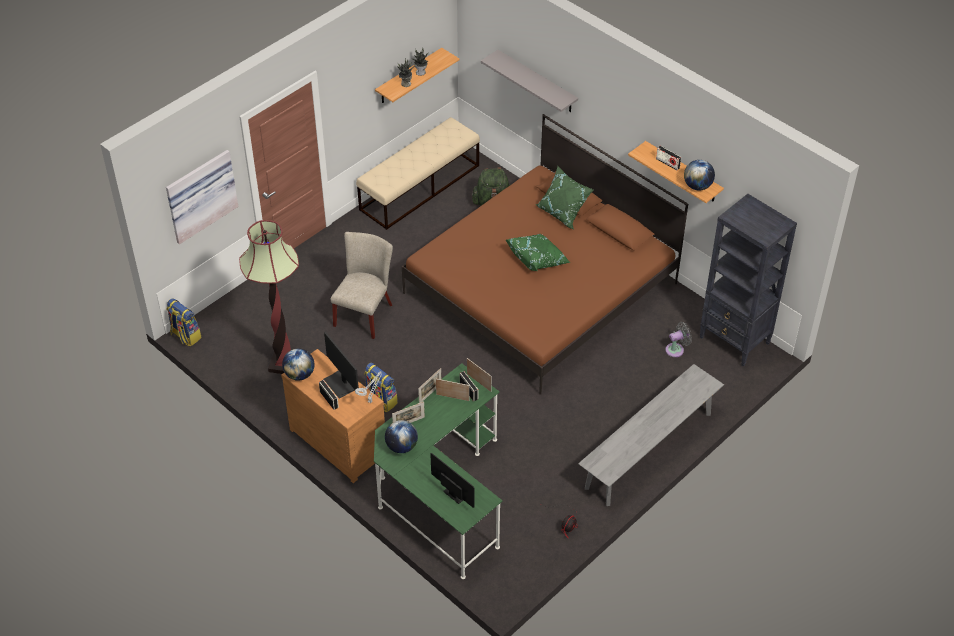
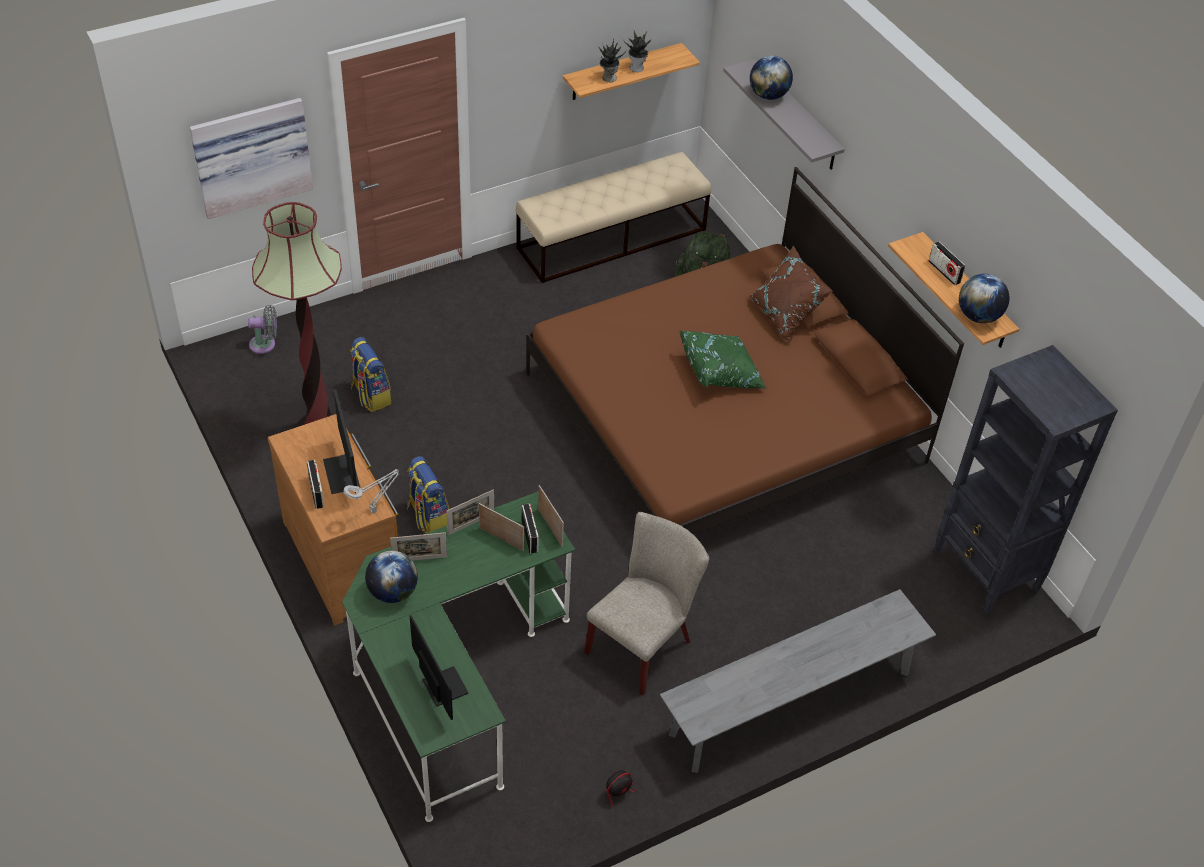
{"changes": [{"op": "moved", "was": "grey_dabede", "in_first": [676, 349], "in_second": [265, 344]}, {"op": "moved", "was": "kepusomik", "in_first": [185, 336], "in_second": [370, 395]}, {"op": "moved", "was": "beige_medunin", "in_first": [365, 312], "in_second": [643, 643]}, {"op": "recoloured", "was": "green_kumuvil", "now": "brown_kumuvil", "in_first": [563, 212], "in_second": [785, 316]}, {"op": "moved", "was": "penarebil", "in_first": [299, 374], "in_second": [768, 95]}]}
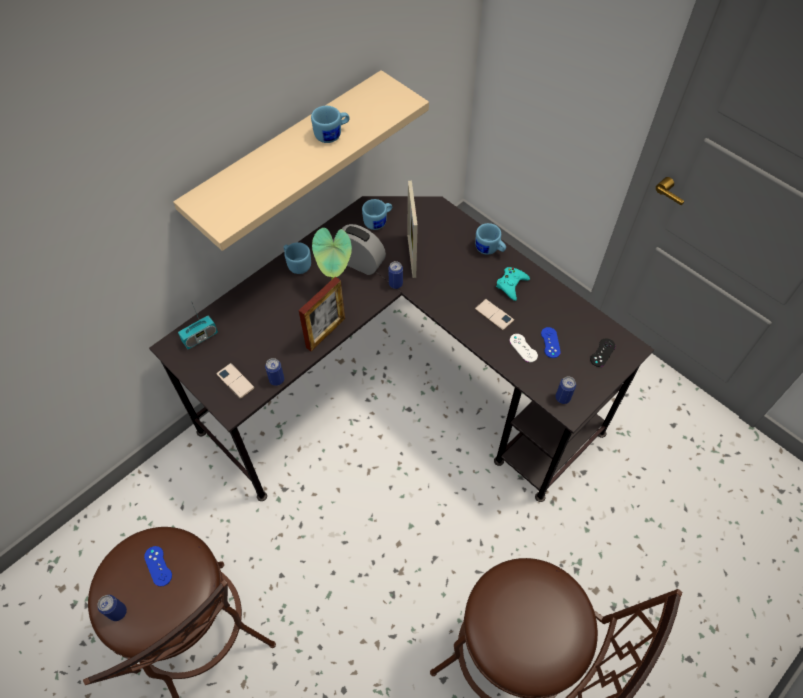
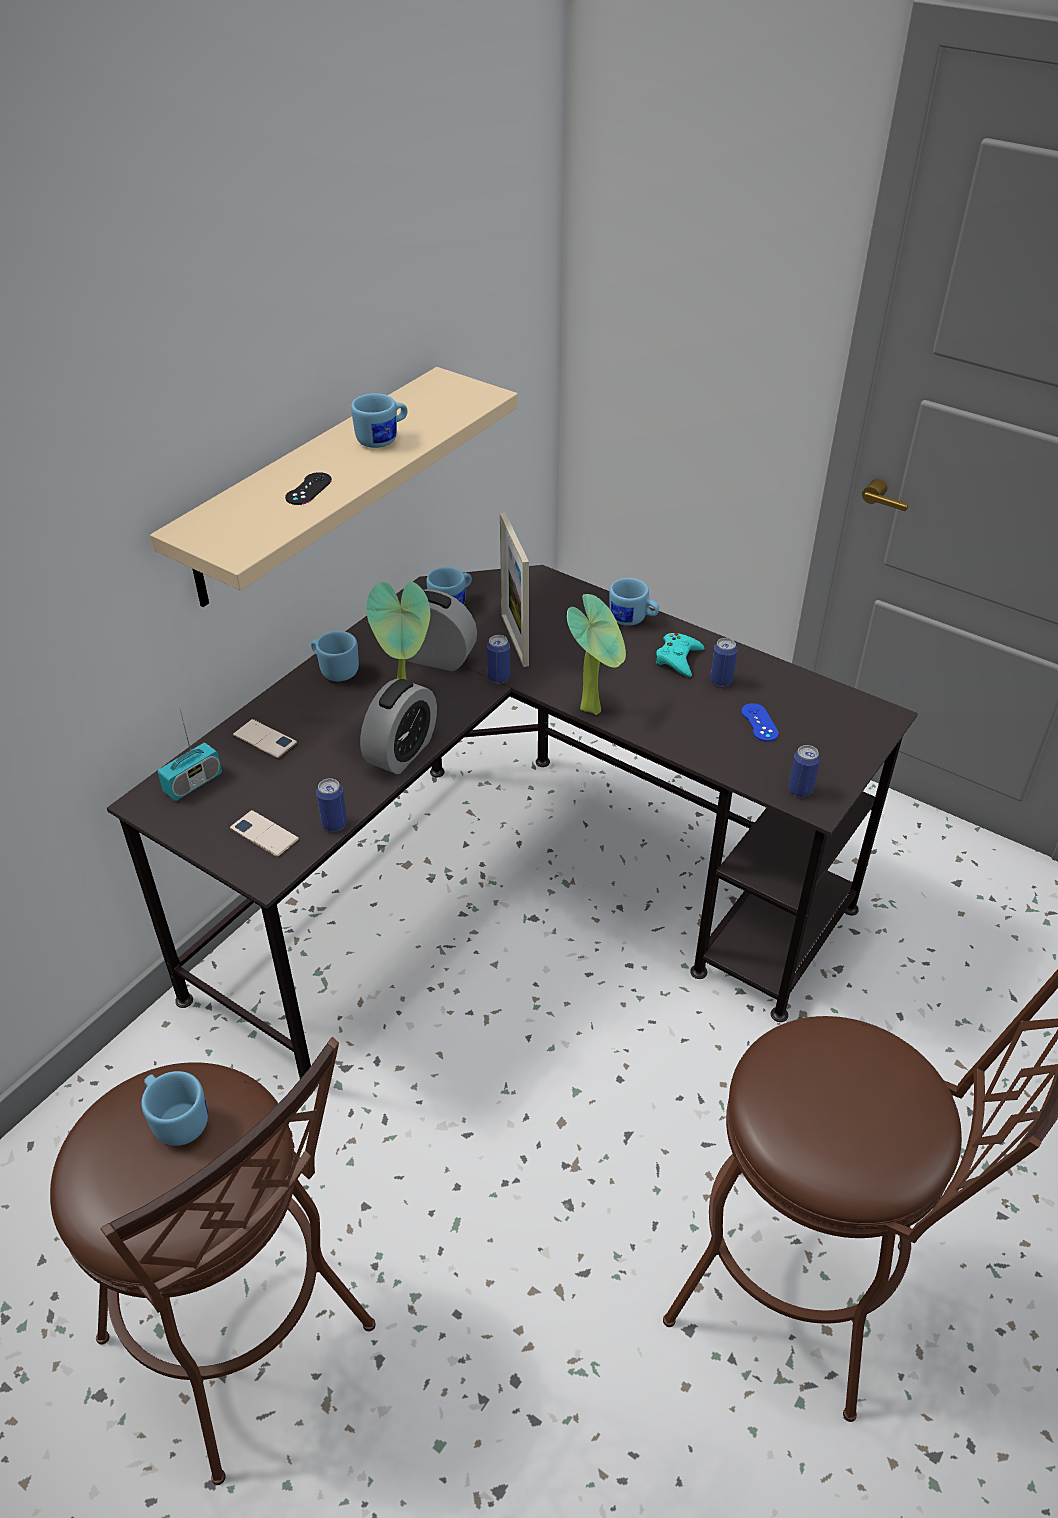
{"changes": [{"op": "replaced", "was": "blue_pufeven", "now": "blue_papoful", "in_first": [158, 566], "in_second": [177, 1118]}, {"op": "moved", "was": "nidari", "in_first": [494, 314], "in_second": [265, 739]}, {"op": "moved", "was": "black_pufeven", "in_first": [602, 352], "in_second": [308, 489]}, {"op": "replaced", "was": "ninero", "now": "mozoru", "in_first": [325, 333], "in_second": [401, 752]}, {"op": "added", "now": "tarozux", "in_second": [595, 708]}, {"op": "moved", "was": "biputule", "in_first": [118, 612], "in_second": [721, 680]}, {"op": "removed", "was": "white_pufeven", "in_first": [523, 348]}]}
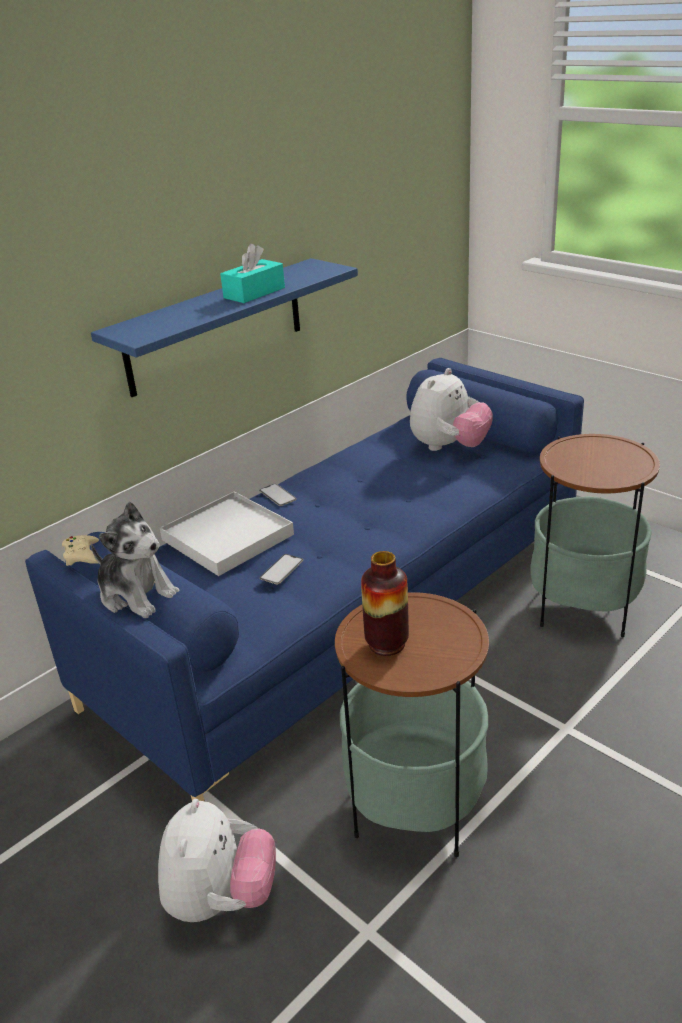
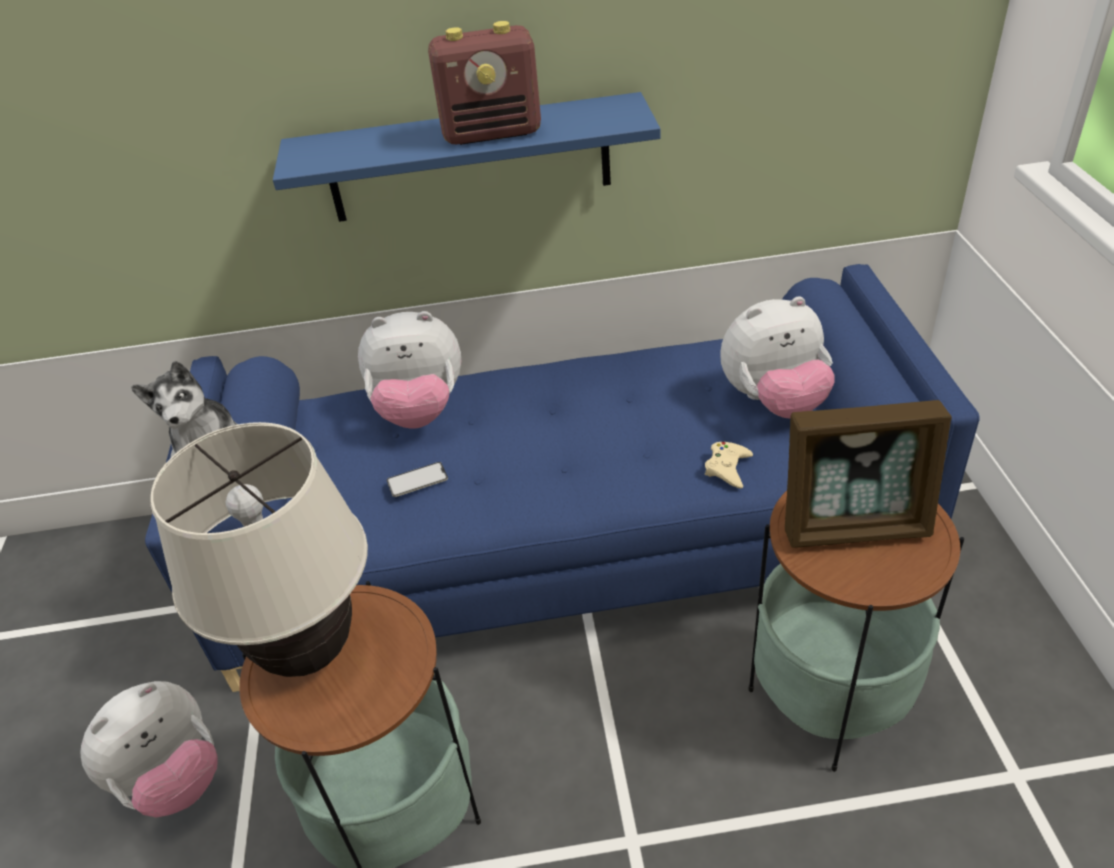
{"changes": [{"op": "replaced", "was": "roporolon", "now": "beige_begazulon", "in_first": [387, 644], "in_second": [310, 653]}, {"op": "replaced", "was": "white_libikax", "now": "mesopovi", "in_first": [227, 537], "in_second": [419, 411]}, {"op": "replaced", "was": "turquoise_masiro", "now": "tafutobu", "in_first": [254, 293], "in_second": [493, 133]}, {"op": "moved", "was": "beige_pufeven", "in_first": [83, 555], "in_second": [727, 468]}, {"op": "added", "now": "ninero", "in_second": [854, 526]}, {"op": "removed", "was": "nidari", "in_first": [277, 495]}]}
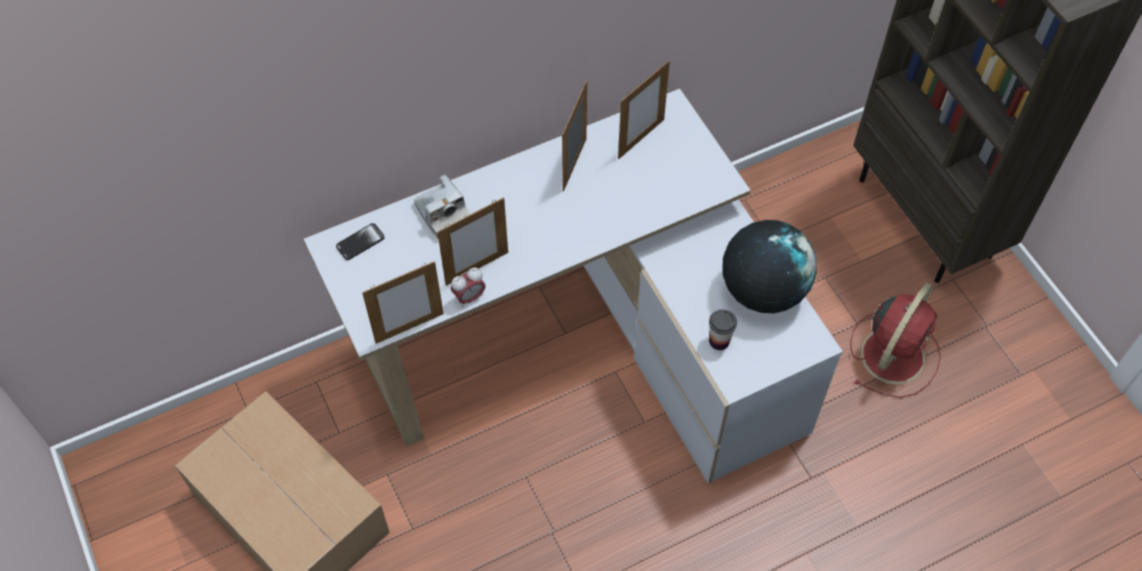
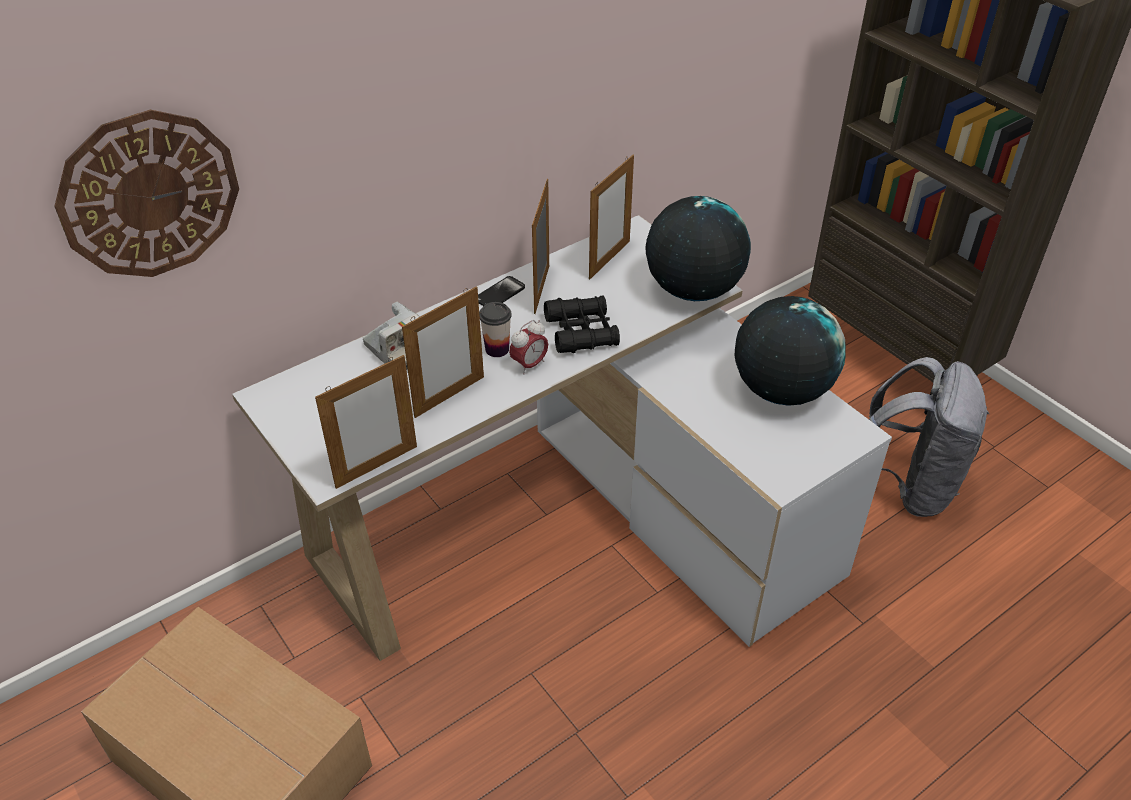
{"changes": [{"op": "added", "now": "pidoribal", "in_second": [149, 195]}, {"op": "moved", "was": "nidari", "in_first": [360, 242], "in_second": [500, 294]}, {"op": "moved", "was": "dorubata", "in_first": [719, 341], "in_second": [497, 349]}, {"op": "moved", "was": "mozoru", "in_first": [469, 297], "in_second": [529, 365]}, {"op": "added", "now": "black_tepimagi", "in_second": [581, 332]}, {"op": "added", "now": "penarebil", "in_second": [692, 290]}, {"op": "replaced", "was": "red_dabede", "now": "grey_kepusomik", "in_first": [894, 353], "in_second": [908, 485]}]}
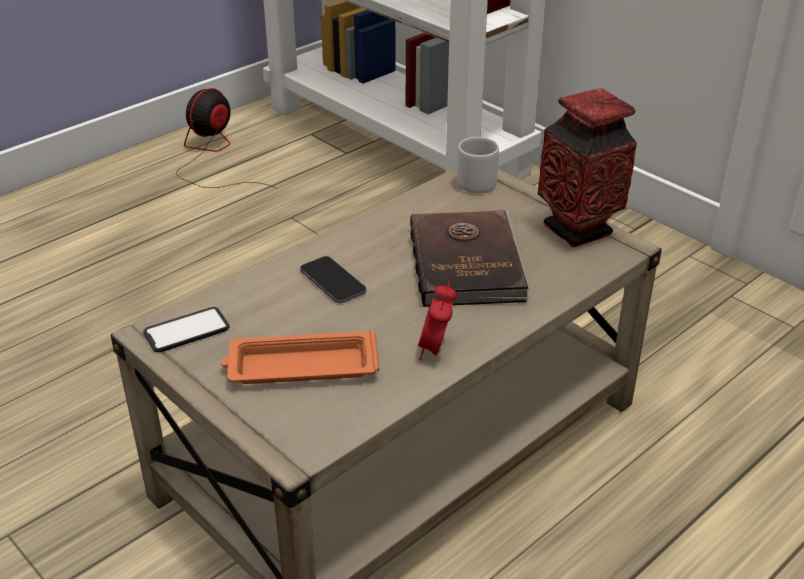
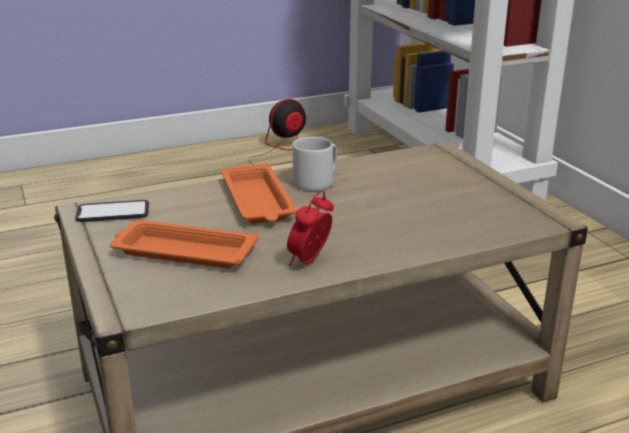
{"changes": [{"op": "replaced", "was": "nidari", "now": "orange_libikax", "in_first": [333, 282], "in_second": [258, 201]}, {"op": "moved", "was": "grey_papoful", "in_first": [479, 181], "in_second": [316, 182]}, {"op": "removed", "was": "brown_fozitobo", "in_first": [468, 262]}, {"op": "removed", "was": "roporolon", "in_first": [578, 230]}]}
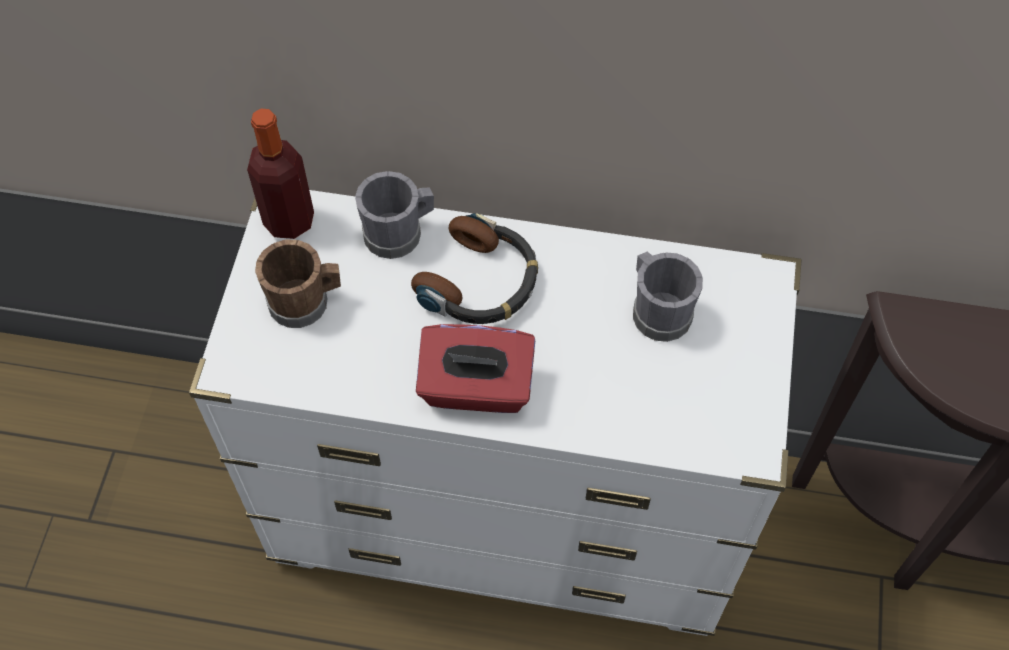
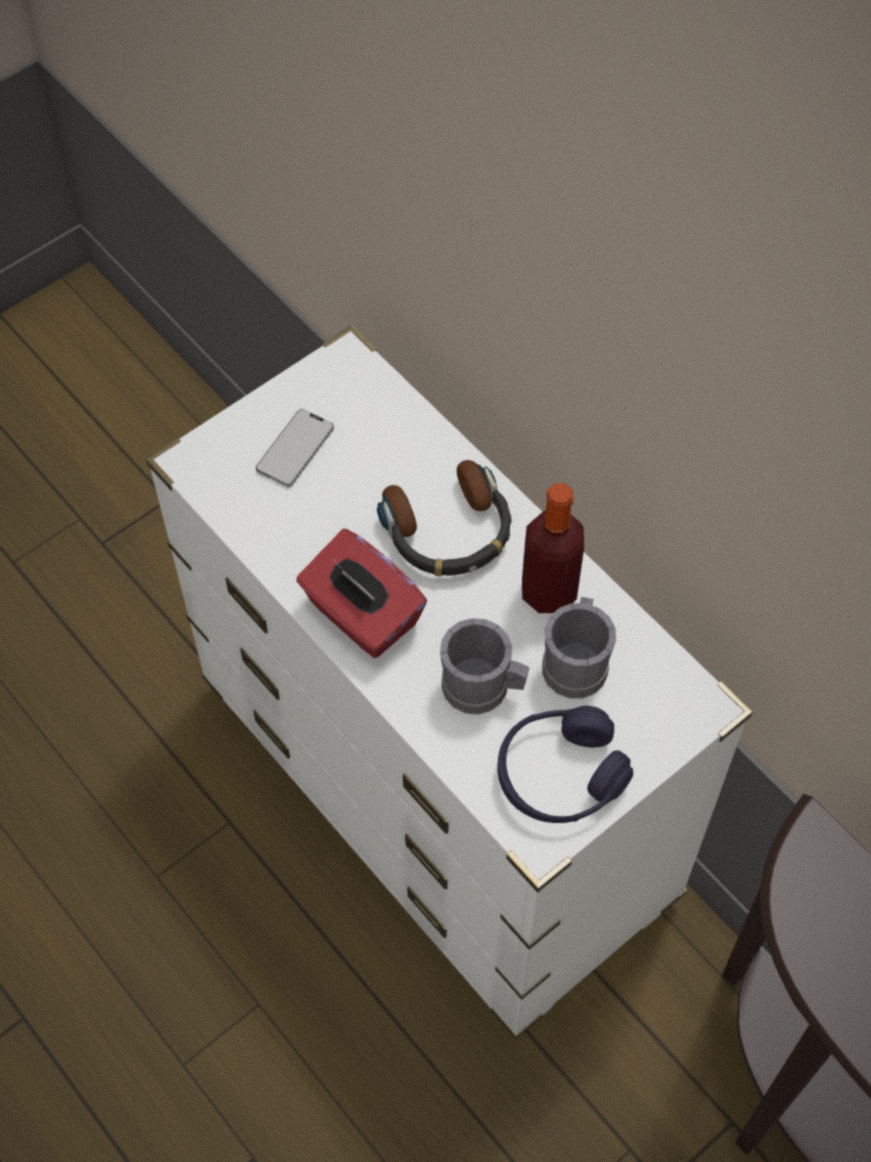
{"changes": [{"op": "replaced", "was": "brown_papoful", "now": "nidari", "in_first": [305, 302], "in_second": [295, 449]}, {"op": "moved", "was": "grey_papoful", "in_first": [399, 233], "in_second": [482, 687]}, {"op": "added", "now": "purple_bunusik", "in_second": [560, 775]}, {"op": "moved", "was": "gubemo", "in_first": [289, 220], "in_second": [548, 592]}]}
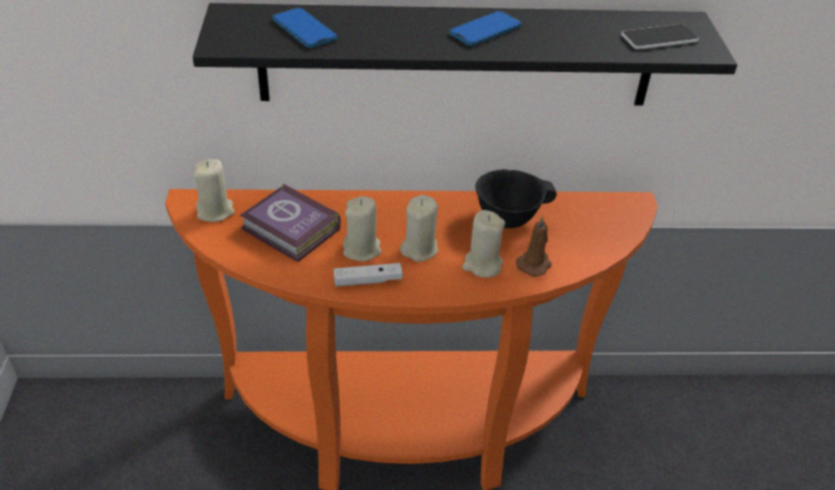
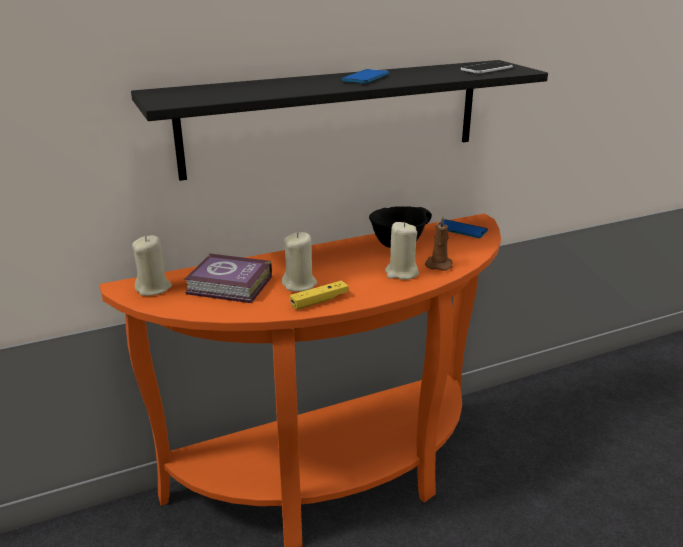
{"changes": [{"op": "recoloured", "was": "white_pufeven", "now": "yellow_pufeven", "in_first": [368, 280], "in_second": [319, 301]}, {"op": "moved", "was": "nidari", "in_first": [304, 29], "in_second": [461, 230]}, {"op": "removed", "was": "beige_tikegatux", "in_first": [419, 249]}]}
